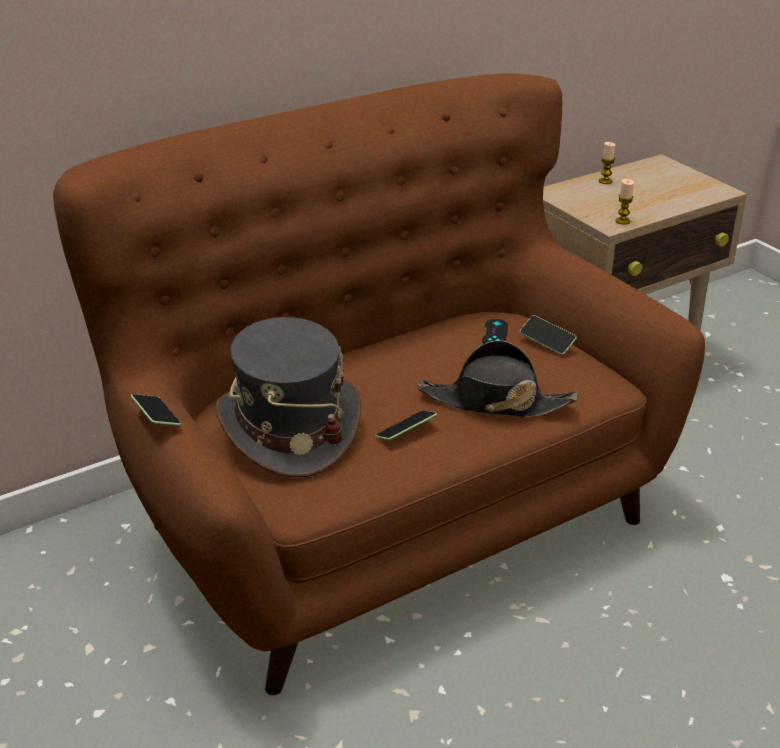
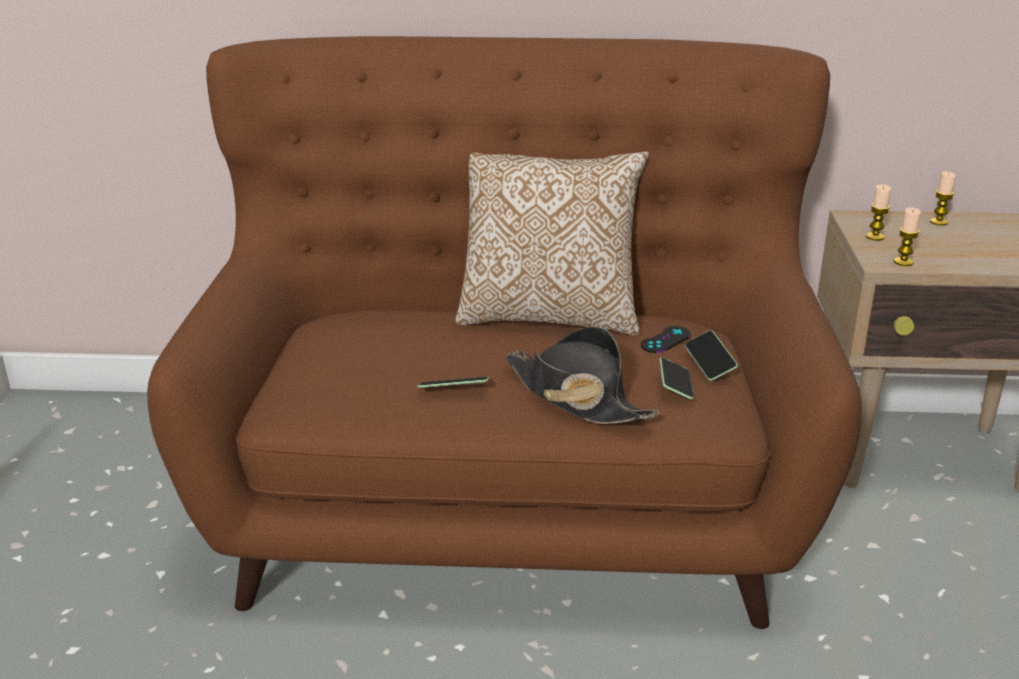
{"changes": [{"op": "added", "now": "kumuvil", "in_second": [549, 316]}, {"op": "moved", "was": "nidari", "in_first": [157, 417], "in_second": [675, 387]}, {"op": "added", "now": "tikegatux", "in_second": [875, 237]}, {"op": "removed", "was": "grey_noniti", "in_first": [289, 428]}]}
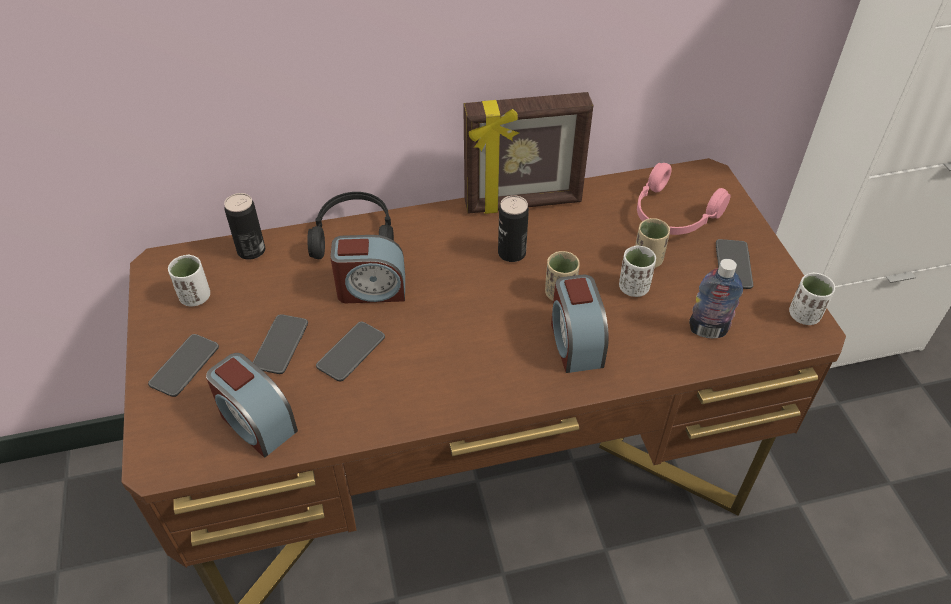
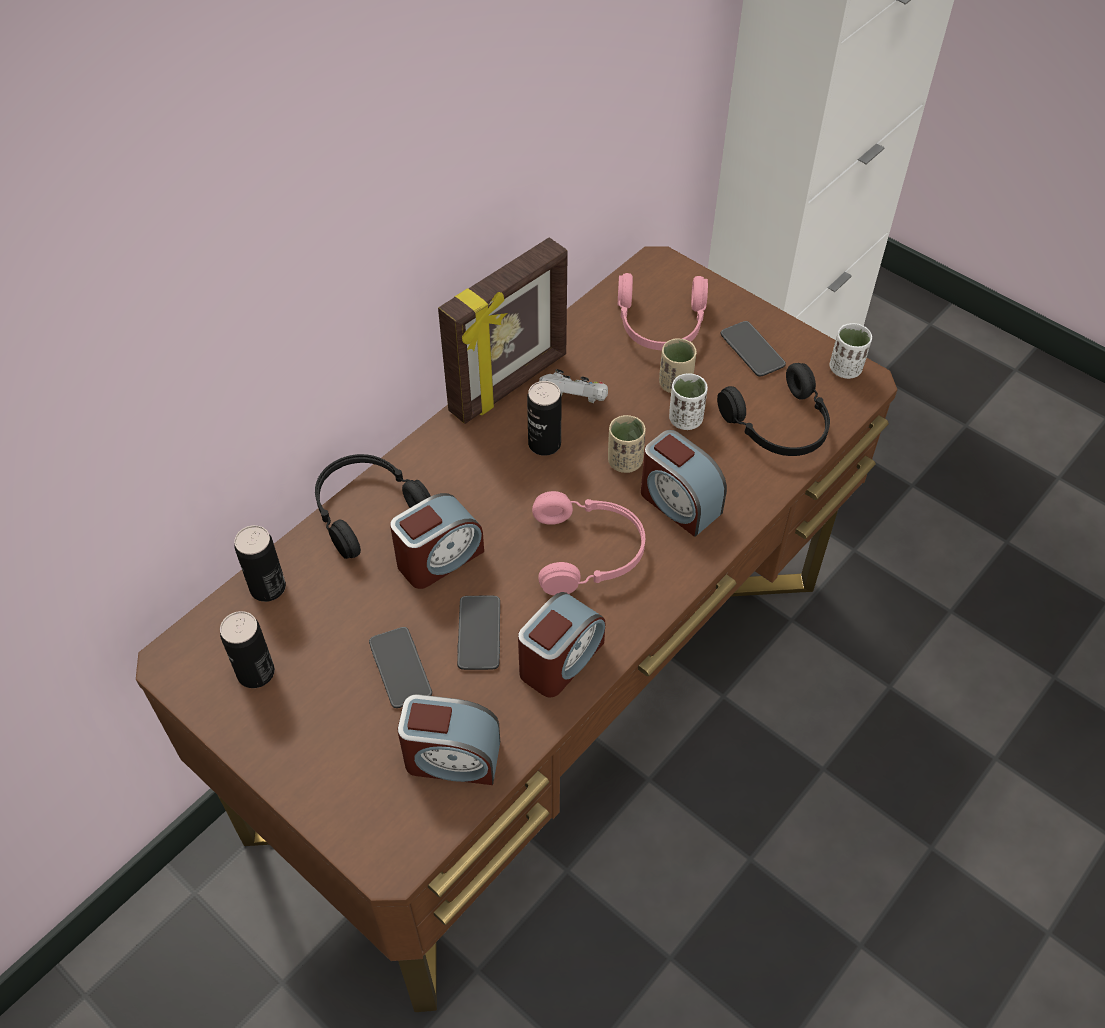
{"changes": [{"op": "replaced", "was": "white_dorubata", "now": "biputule", "in_first": [195, 297], "in_second": [256, 672]}, {"op": "added", "now": "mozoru", "in_second": [560, 659]}, {"op": "added", "now": "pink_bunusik", "in_second": [589, 552]}, {"op": "added", "now": "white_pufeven", "in_second": [575, 400]}, {"op": "replaced", "was": "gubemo", "now": "black_bunusik", "in_first": [707, 330], "in_second": [779, 426]}, {"op": "removed", "was": "nidari", "in_first": [184, 366]}]}
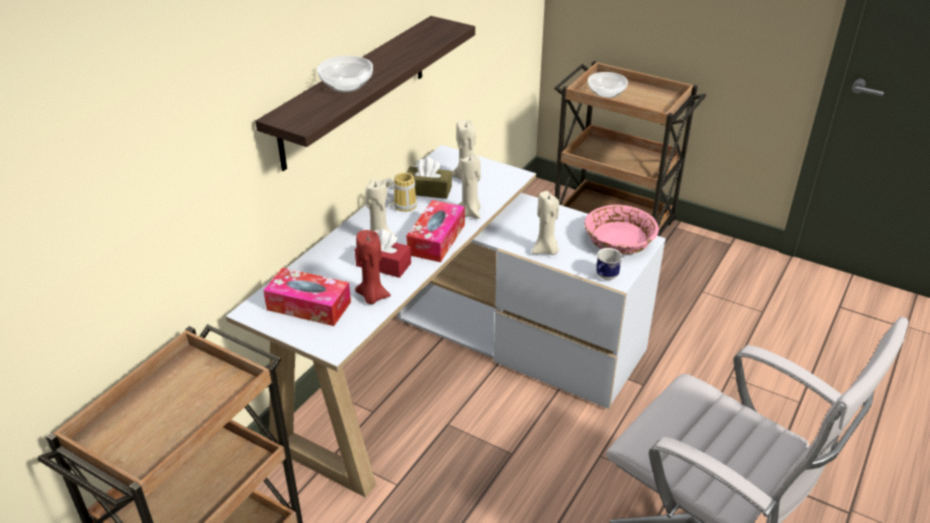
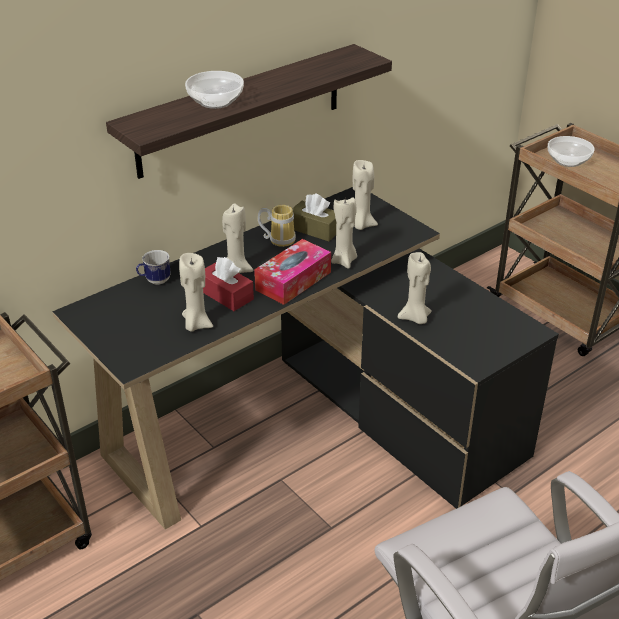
{"changes": [{"op": "recoloured", "was": "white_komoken", "now": "black_komoken", "in_first": [453, 369], "in_second": [314, 425]}, {"op": "moved", "was": "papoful", "in_first": [605, 277], "in_second": [154, 281]}, {"op": "recoloured", "was": "red_tikegatux", "now": "beige_tikegatux", "in_first": [372, 297], "in_second": [196, 324]}, {"op": "removed", "was": "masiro", "in_first": [309, 306]}, {"op": "removed", "was": "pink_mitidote", "in_first": [618, 241]}]}
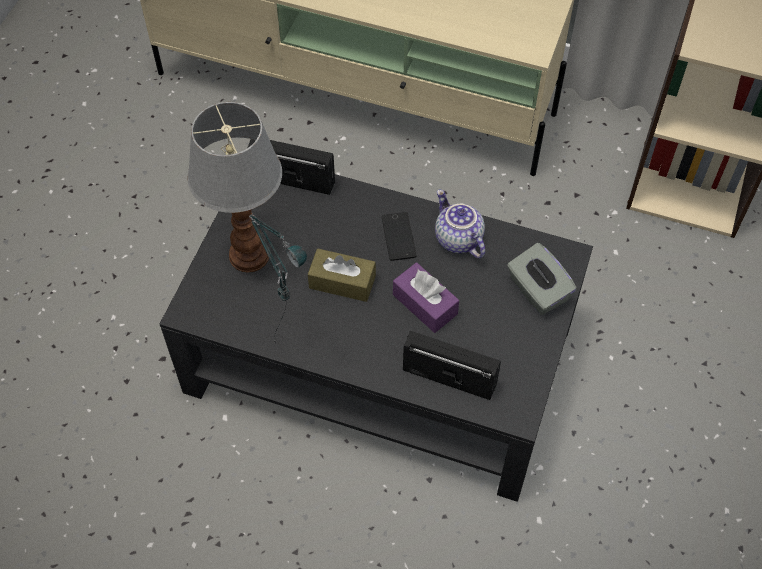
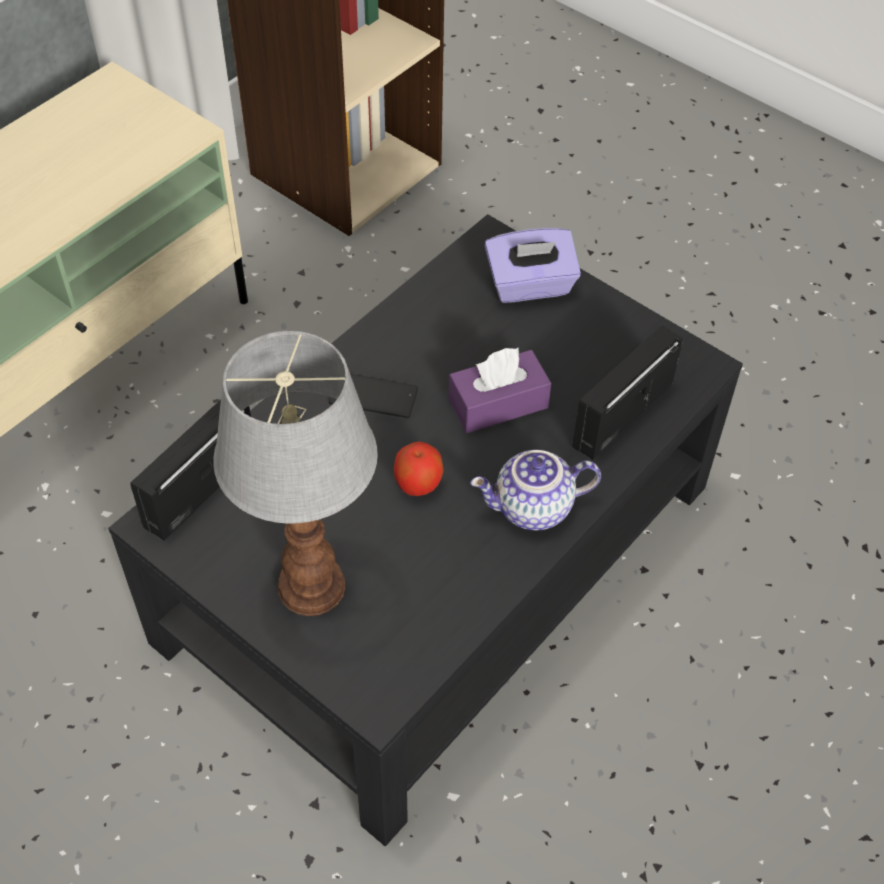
{"changes": [{"op": "replaced", "was": "brown_masiro", "now": "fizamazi", "in_first": [342, 282], "in_second": [418, 484]}, {"op": "moved", "was": "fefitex", "in_first": [457, 239], "in_second": [533, 509]}, {"op": "recoloured", "was": "grey_masiro", "now": "purple_masiro", "in_first": [537, 291], "in_second": [530, 286]}, {"op": "removed", "was": "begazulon", "in_first": [290, 345]}]}
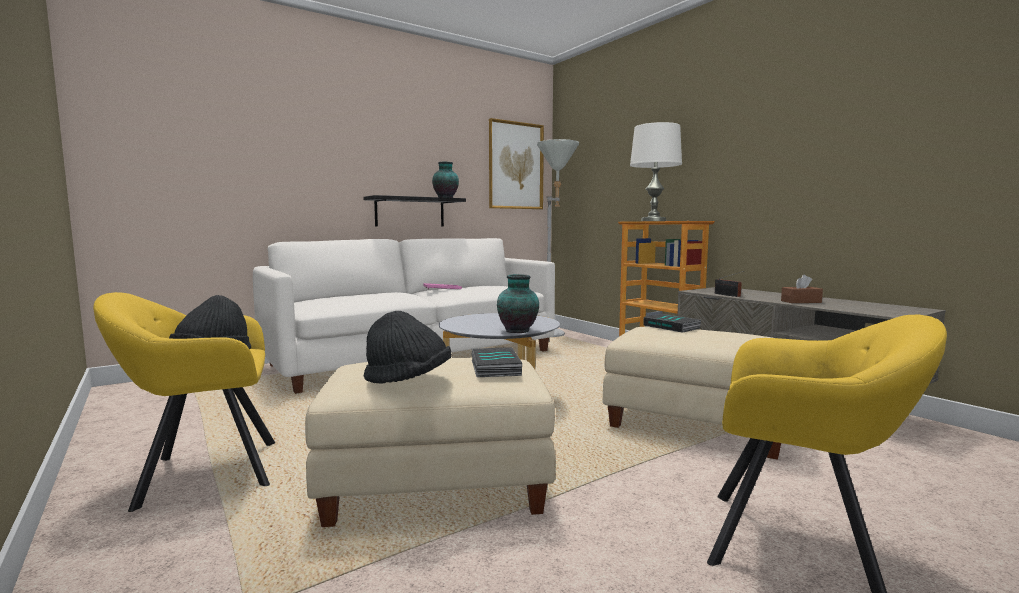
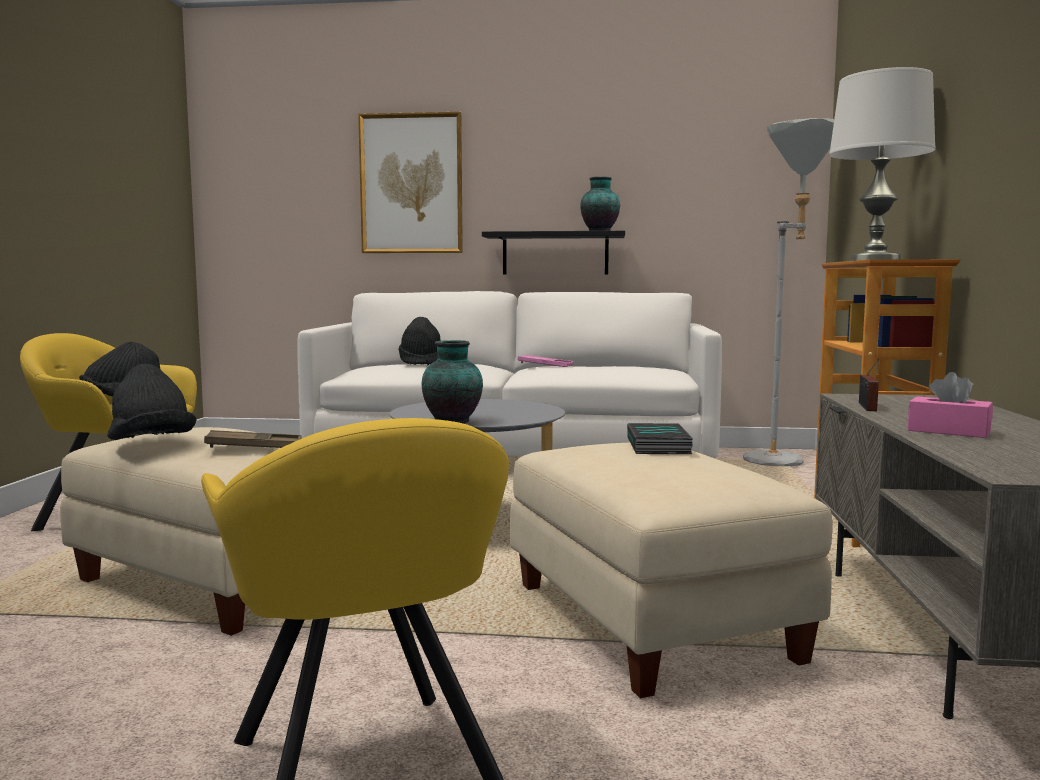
{"changes": [{"op": "replaced", "was": "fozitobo", "now": "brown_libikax", "in_first": [494, 367], "in_second": [254, 447]}, {"op": "moved", "was": "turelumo", "in_first": [515, 166], "in_second": [411, 184]}, {"op": "added", "now": "black_noniti", "in_second": [421, 362]}, {"op": "recoloured", "was": "brown_masiro", "now": "pink_masiro", "in_first": [801, 301], "in_second": [948, 431]}]}
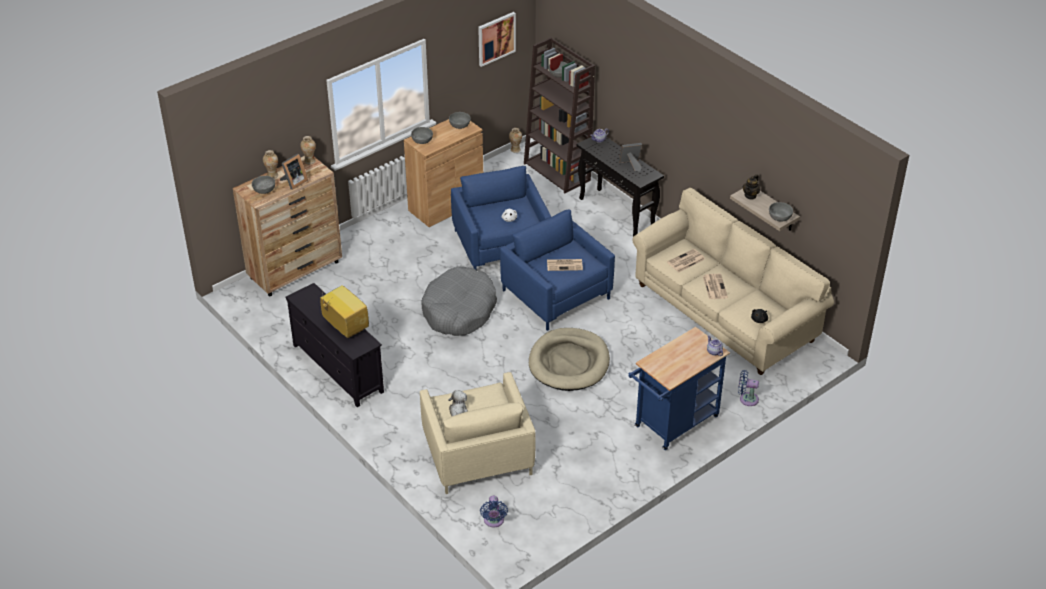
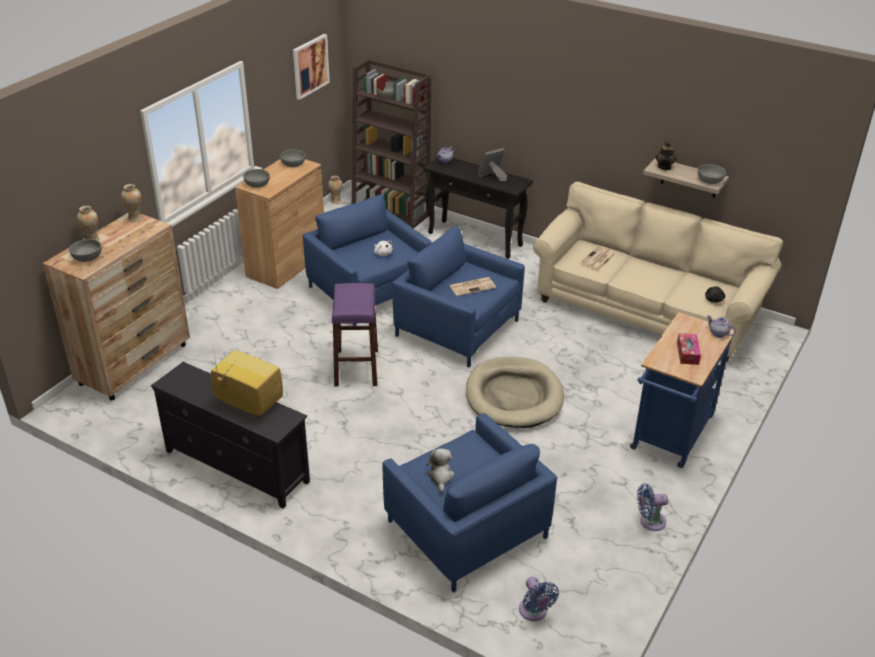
{"changes": [{"op": "replaced", "was": "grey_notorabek", "now": "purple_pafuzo", "in_first": [459, 310], "in_second": [356, 367]}, {"op": "recoloured", "was": "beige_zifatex", "now": "blue_zifatex", "in_first": [477, 454], "in_second": [466, 529]}, {"op": "moved", "was": "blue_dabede", "in_first": [746, 399], "in_second": [649, 521]}, {"op": "added", "now": "masiro", "in_second": [687, 353]}, {"op": "removed", "was": "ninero", "in_first": [293, 182]}, {"op": "removed", "was": "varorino", "in_first": [714, 286]}]}
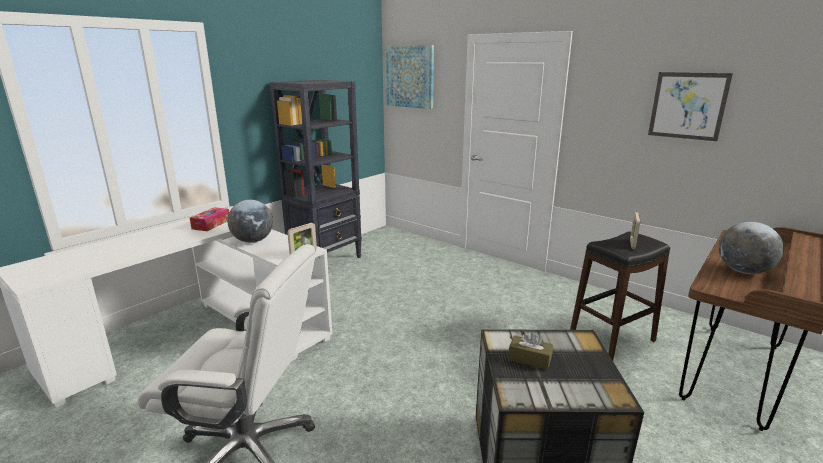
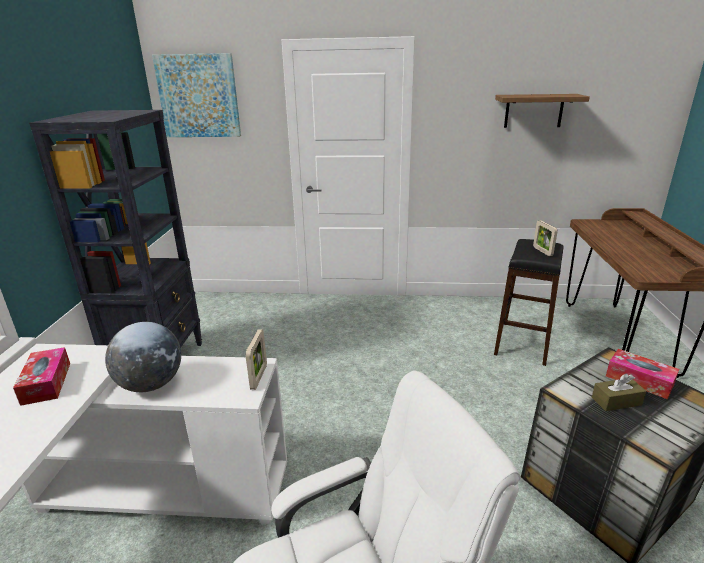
{"changes": [{"op": "replaced", "was": "turelumo", "now": "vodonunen", "in_first": [688, 106], "in_second": [533, 111]}, {"op": "added", "now": "masiro", "in_second": [639, 380]}, {"op": "removed", "was": "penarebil", "in_first": [743, 271]}]}
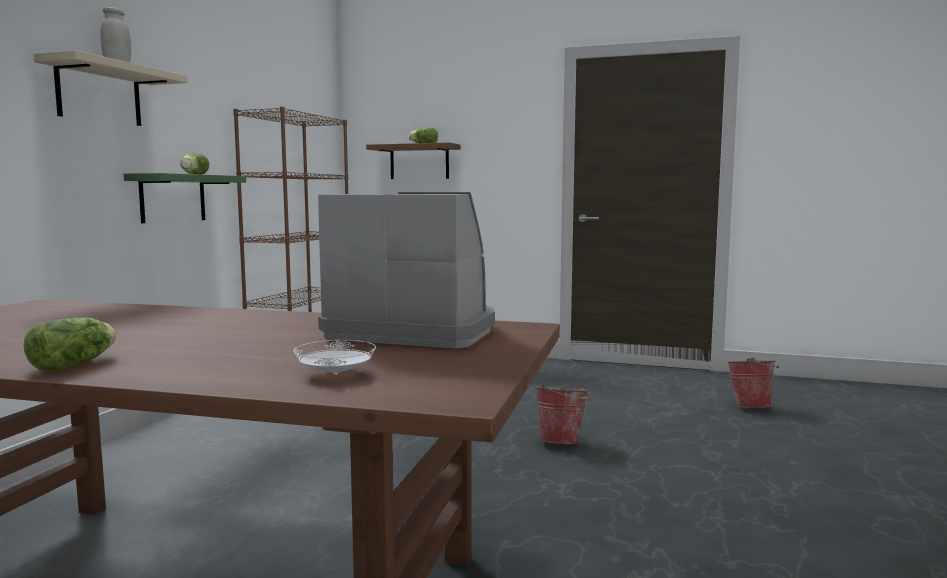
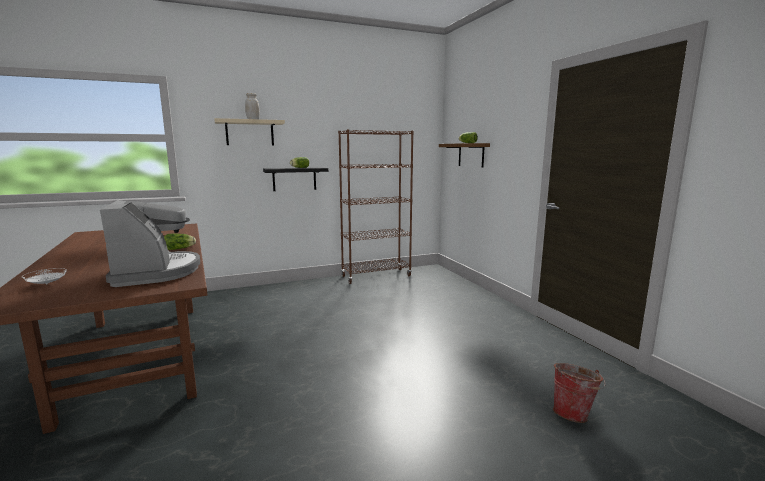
{"changes": [{"op": "moved", "was": "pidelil", "in_first": [77, 363], "in_second": [180, 248]}, {"op": "recoloured", "was": "green_vodonunen", "now": "black_vodonunen", "in_first": [173, 198], "in_second": [294, 179]}, {"op": "removed", "was": "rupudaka", "in_first": [562, 442]}]}
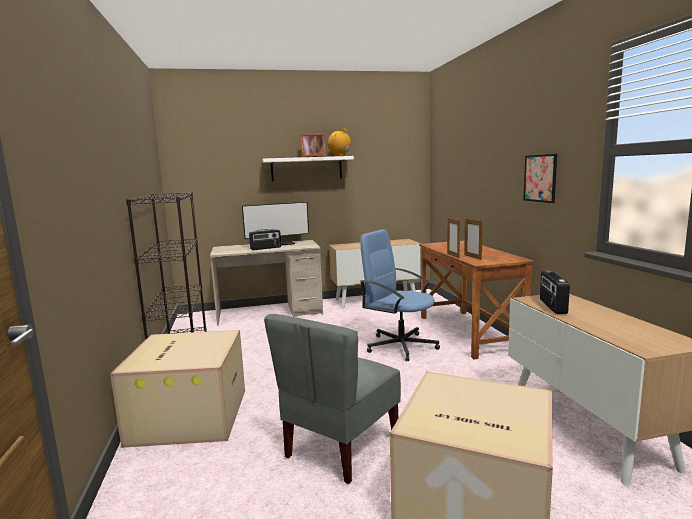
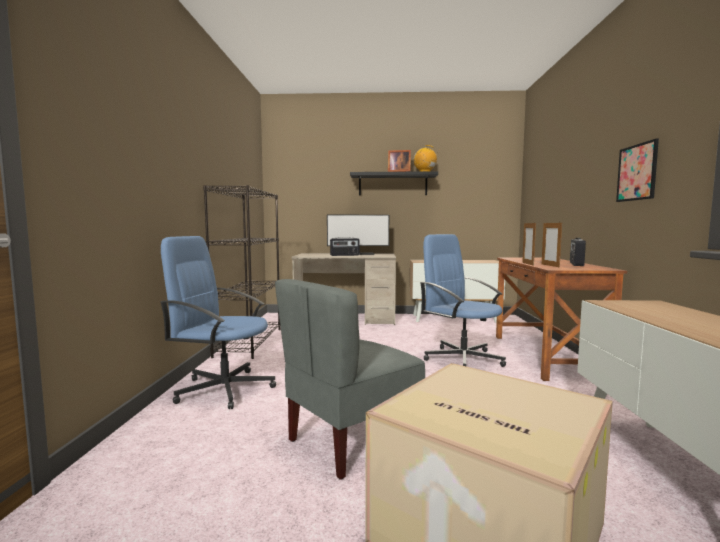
{"changes": [{"op": "replaced", "was": "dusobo", "now": "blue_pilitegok", "in_first": [188, 415], "in_second": [224, 389]}, {"op": "recoloured", "was": "white_vodonunen", "now": "black_vodonunen", "in_first": [306, 168], "in_second": [393, 185]}, {"op": "moved", "was": "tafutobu", "in_first": [552, 306], "in_second": [576, 264]}]}
